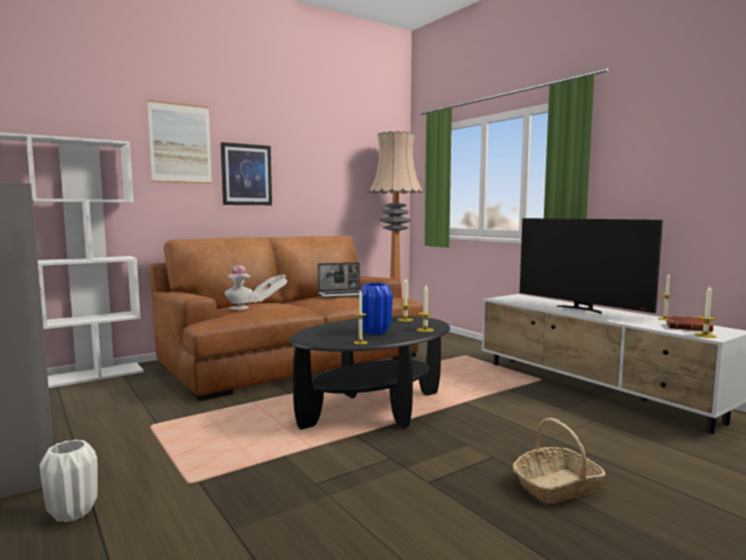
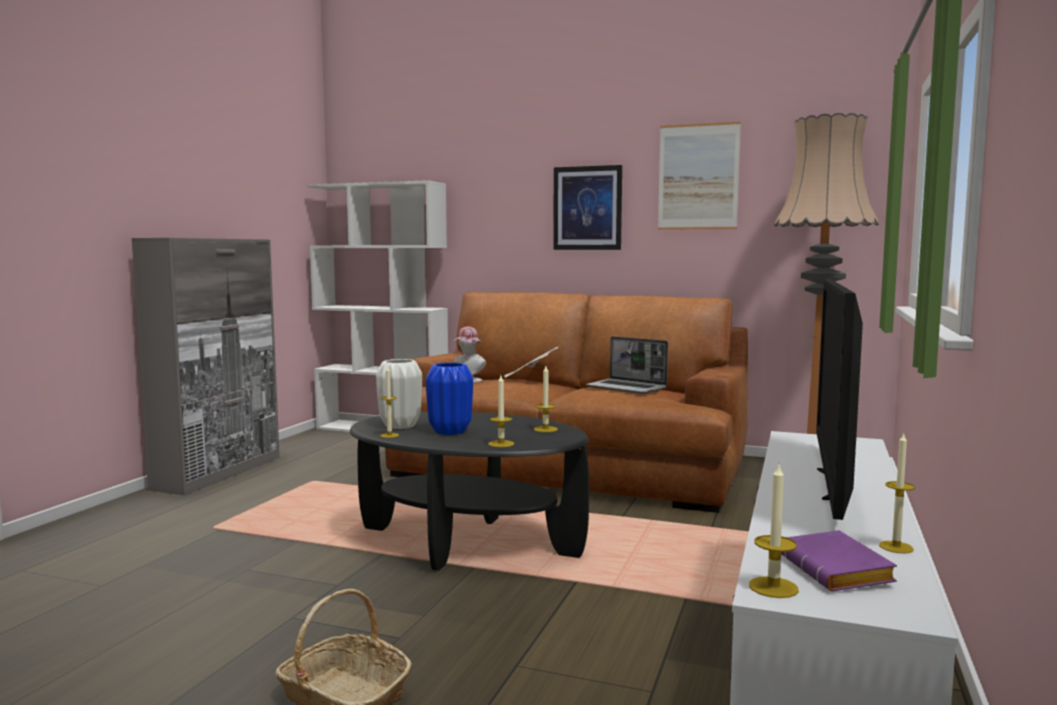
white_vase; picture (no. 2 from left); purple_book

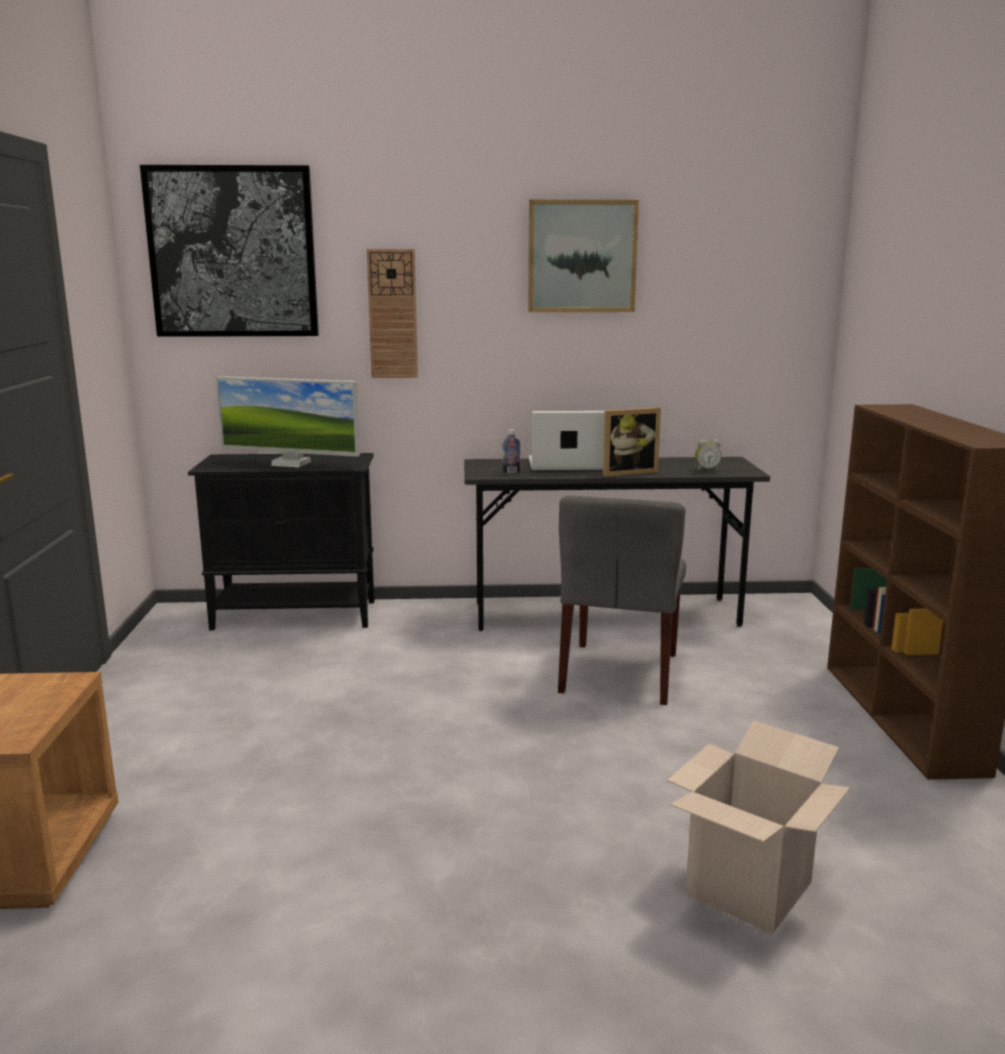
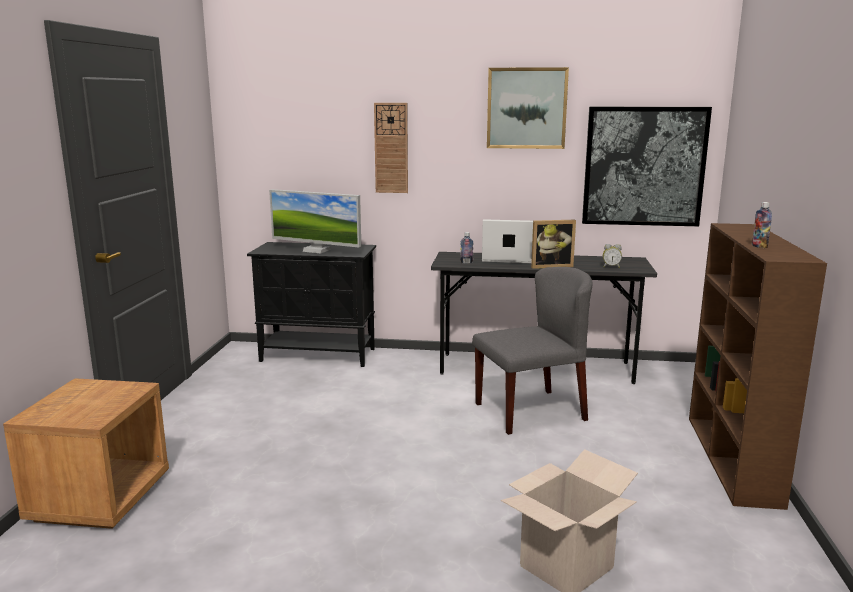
grey_chair; picture (no. 2 from left); bottle (no. 2 from left)

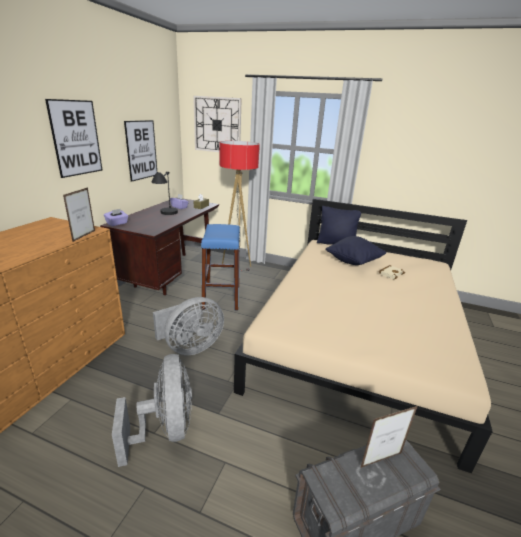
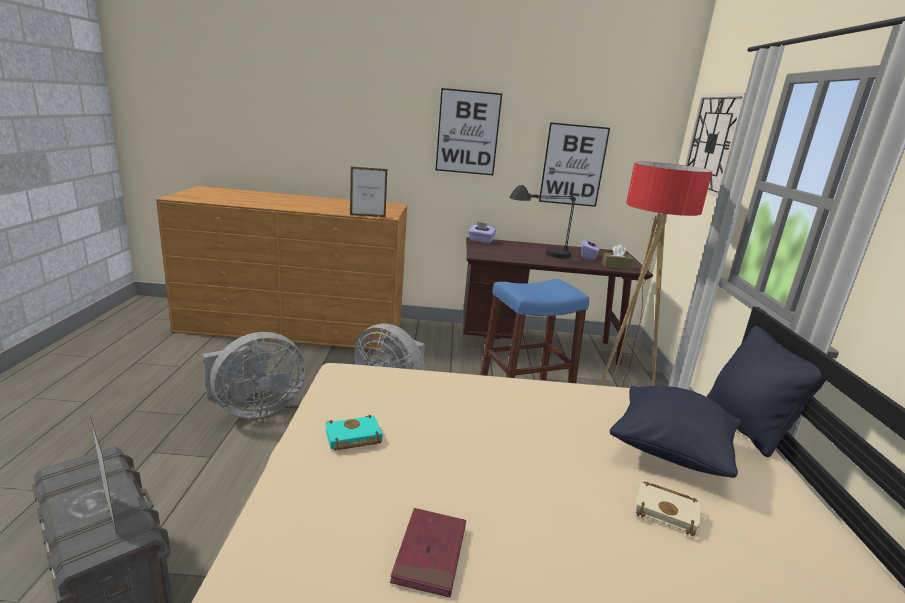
turquoise_book; red_book

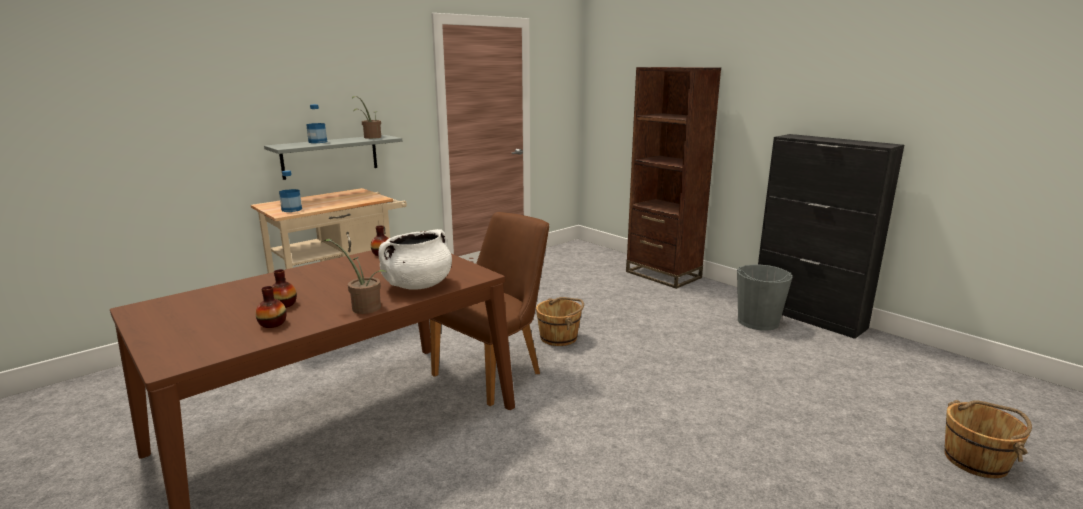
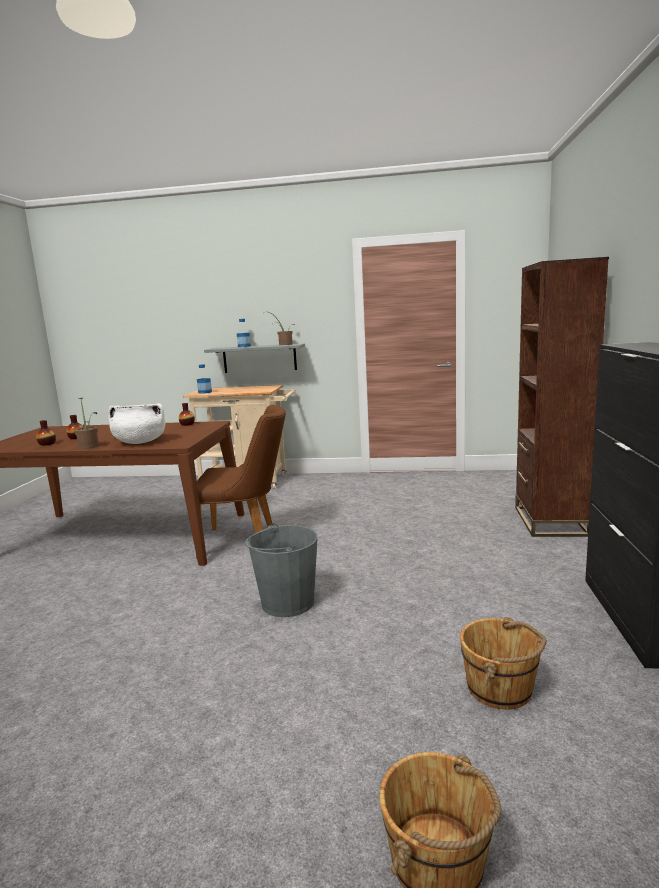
grey_bucket; brown_bucket (no. 2 from left)

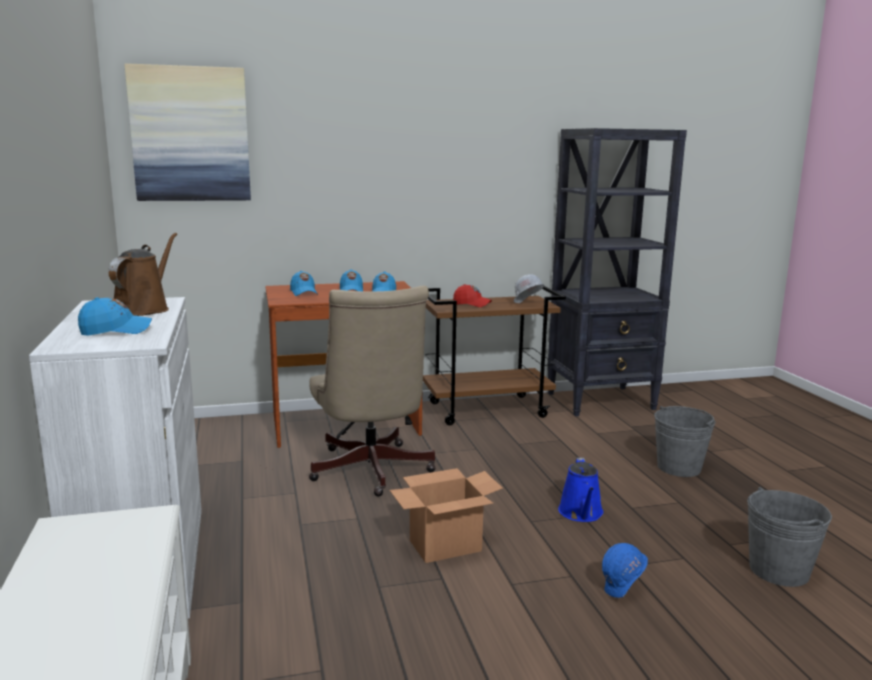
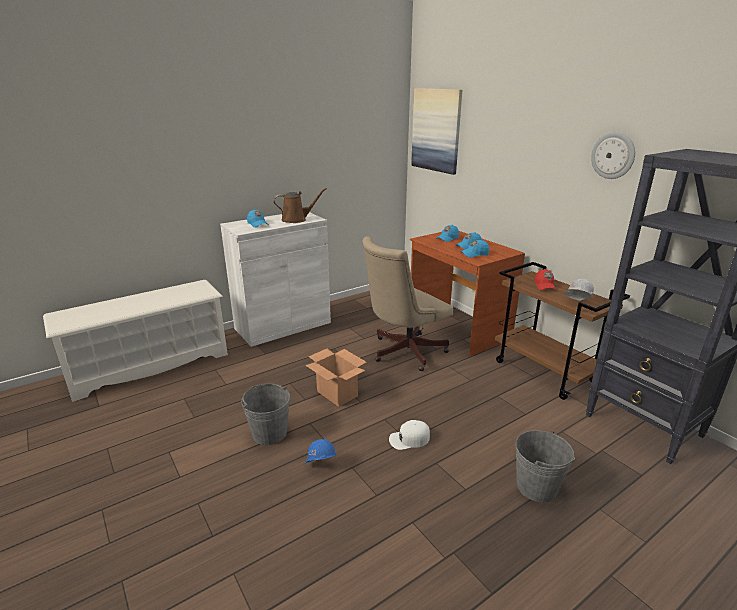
grey_bucket (no. 1 from left); white_cap; wall_clock

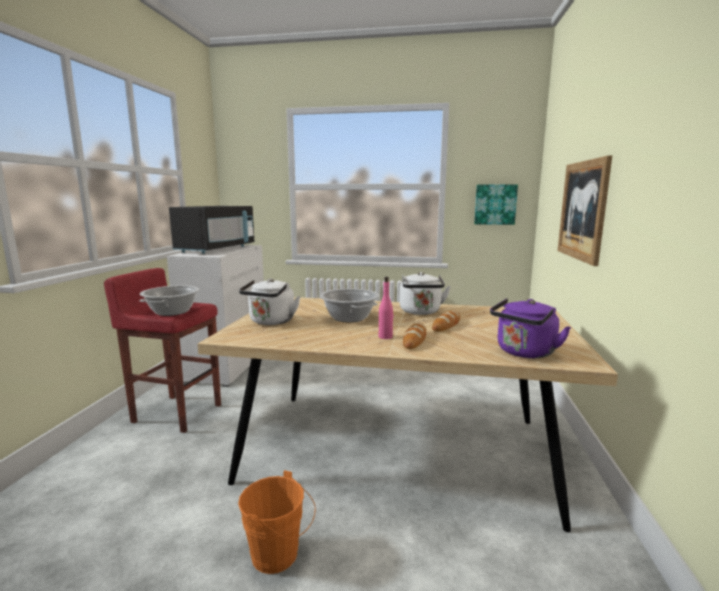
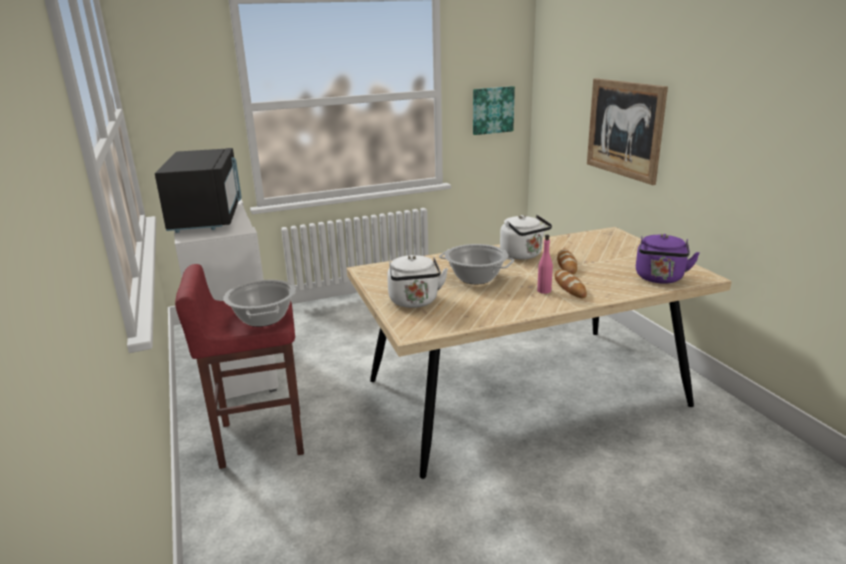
orange_bucket

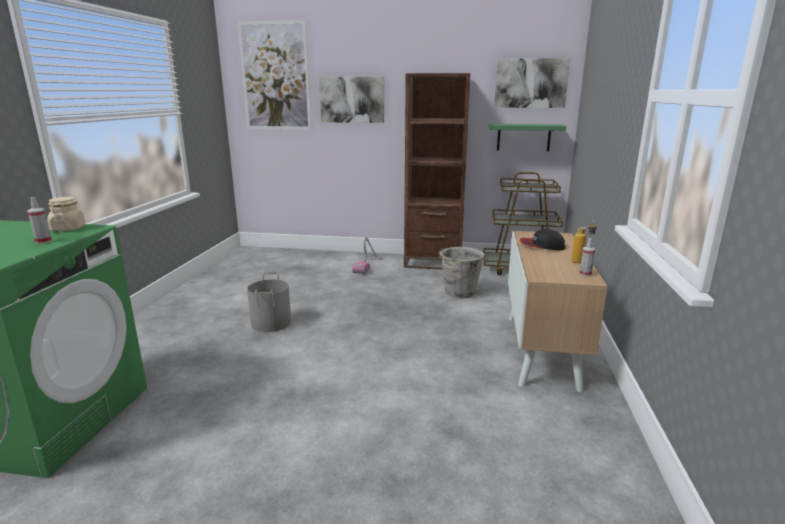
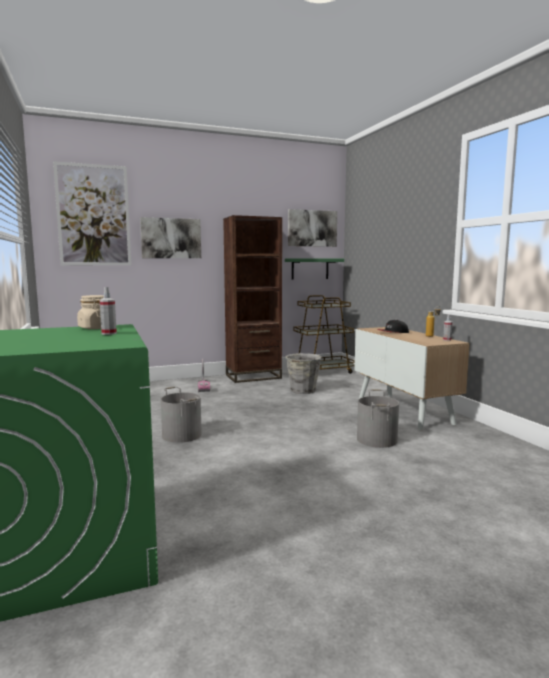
grey_bucket (no. 3 from left)

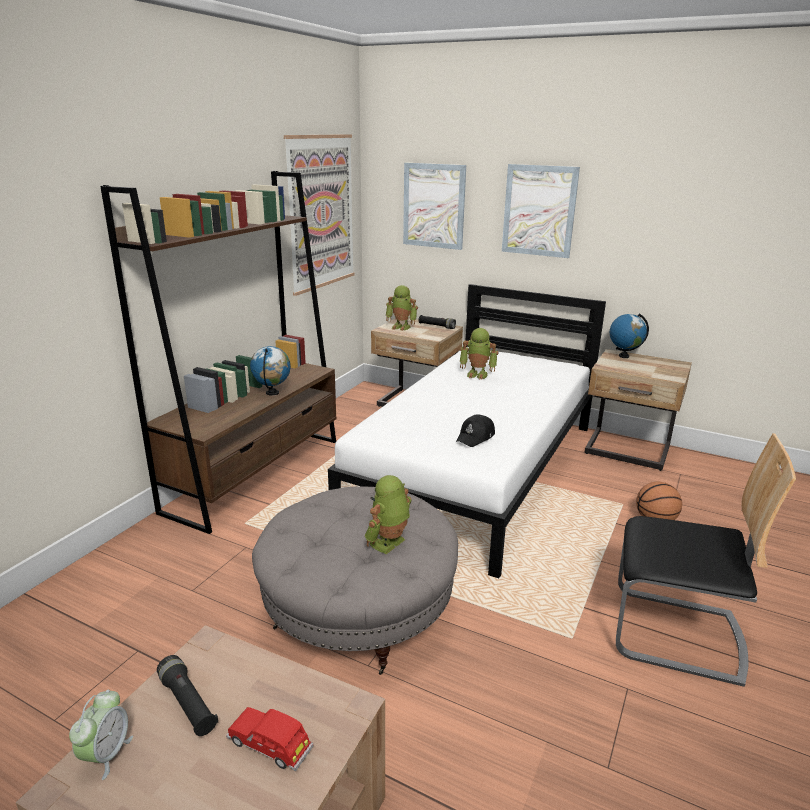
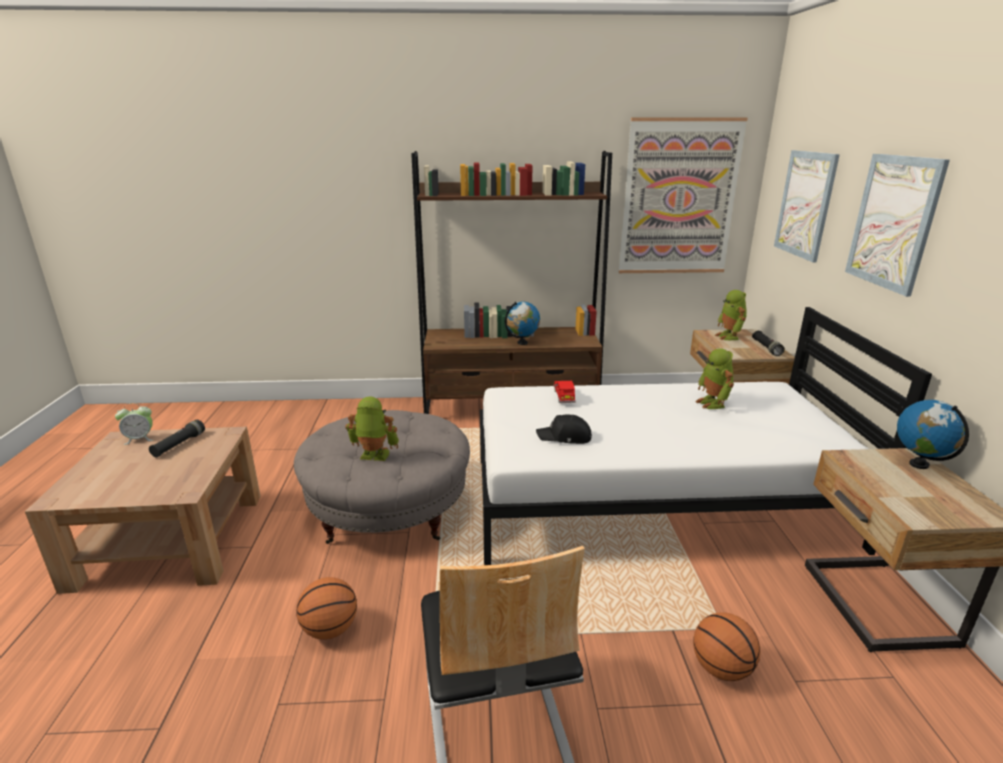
basketball (no. 1 from left); red_toy_car

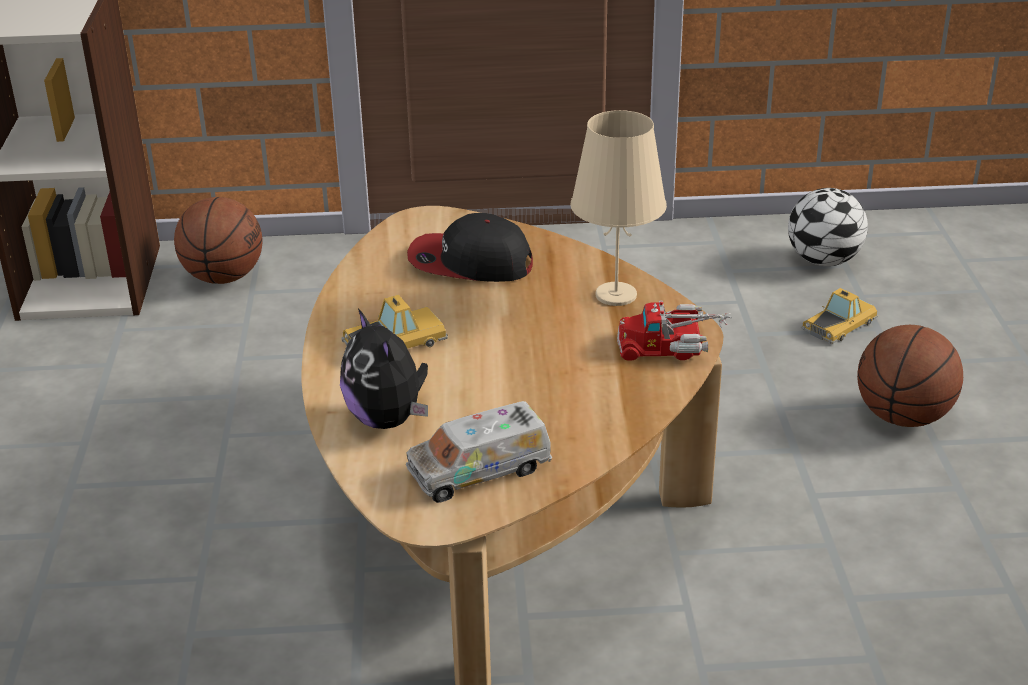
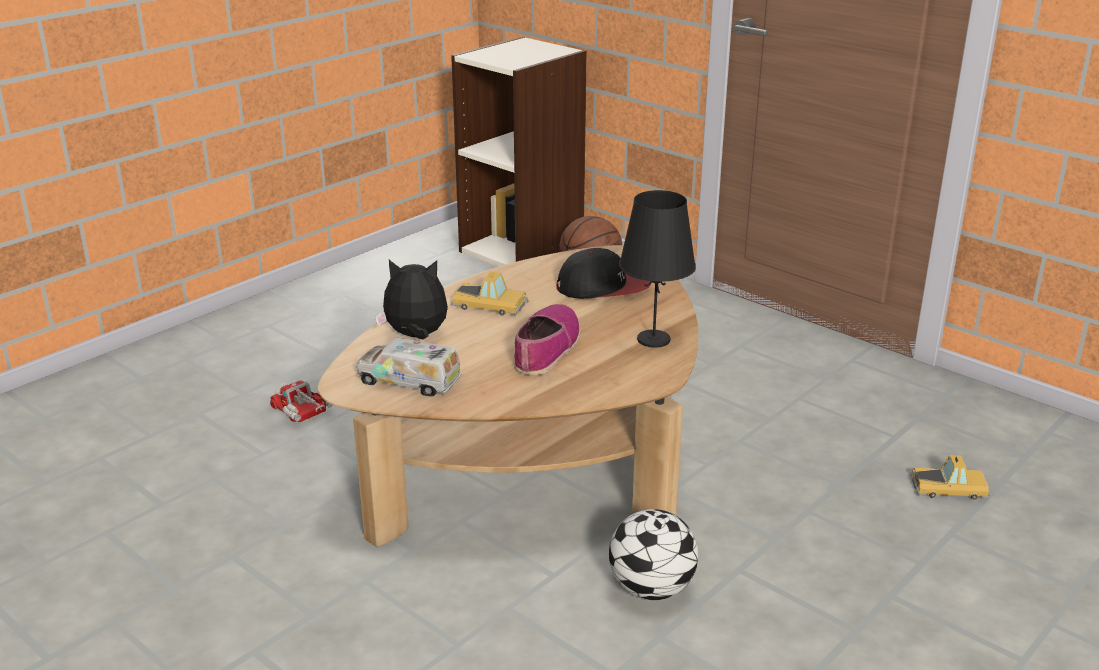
toy_truck (no. 1 from left); plush_toy; shoe; cap; football; black_table_lamp; basketball (no. 2 from left in the first image)

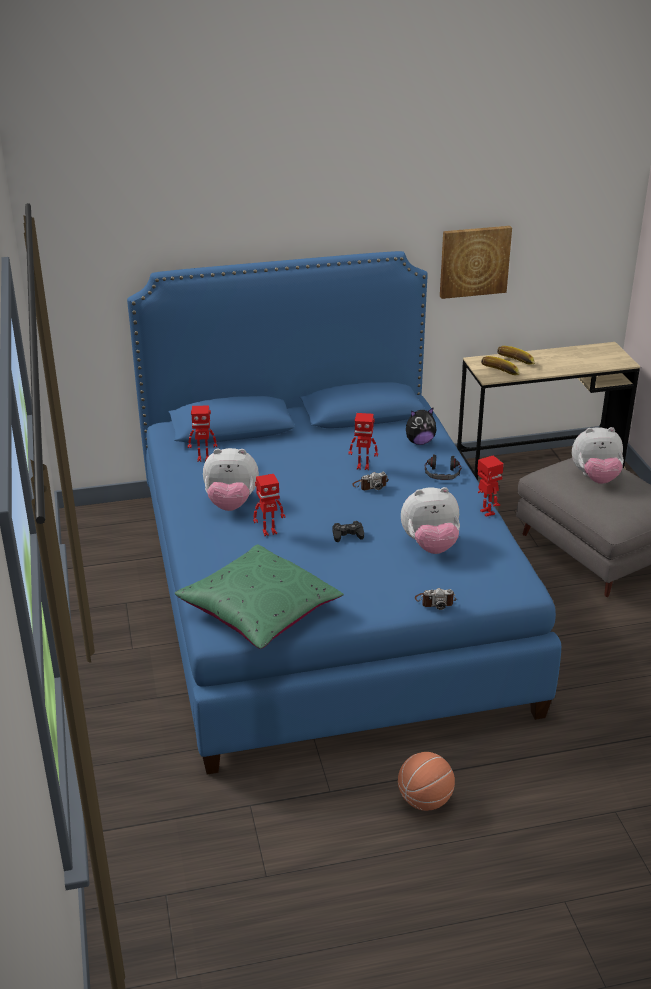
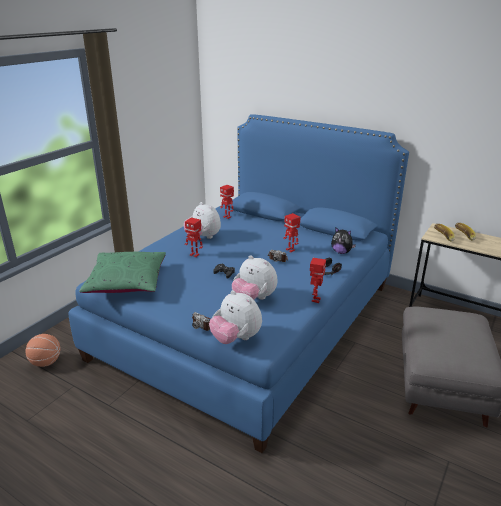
basketball; plush_toy (no. 2 from left); picture

